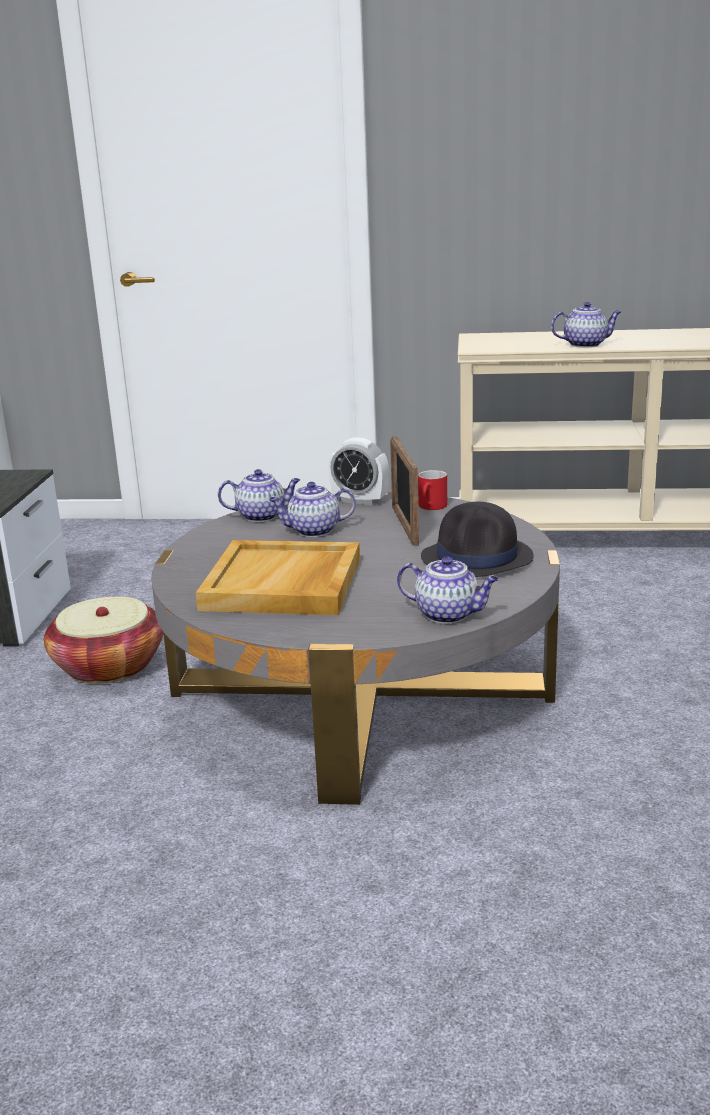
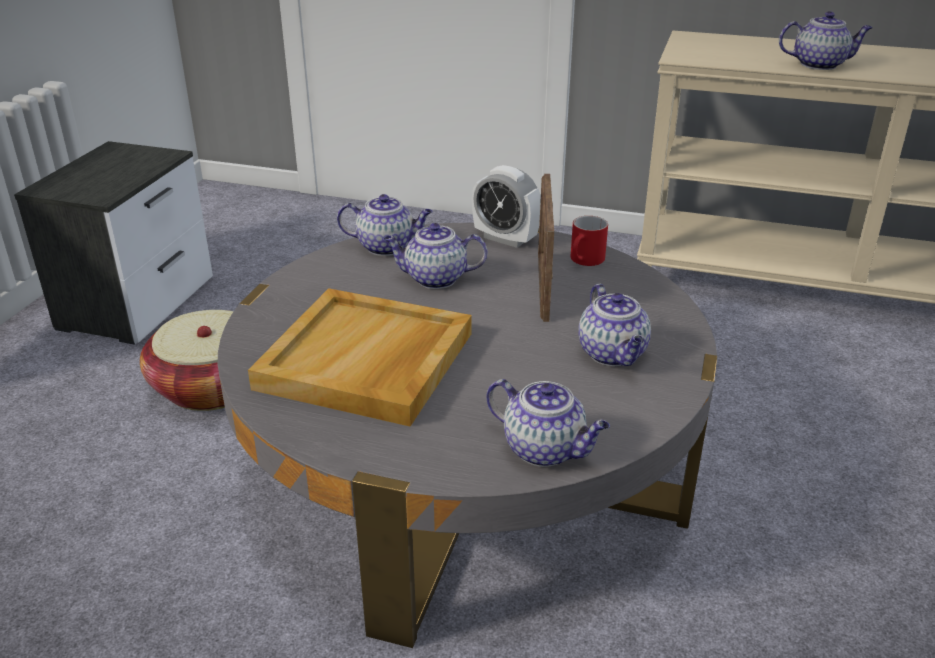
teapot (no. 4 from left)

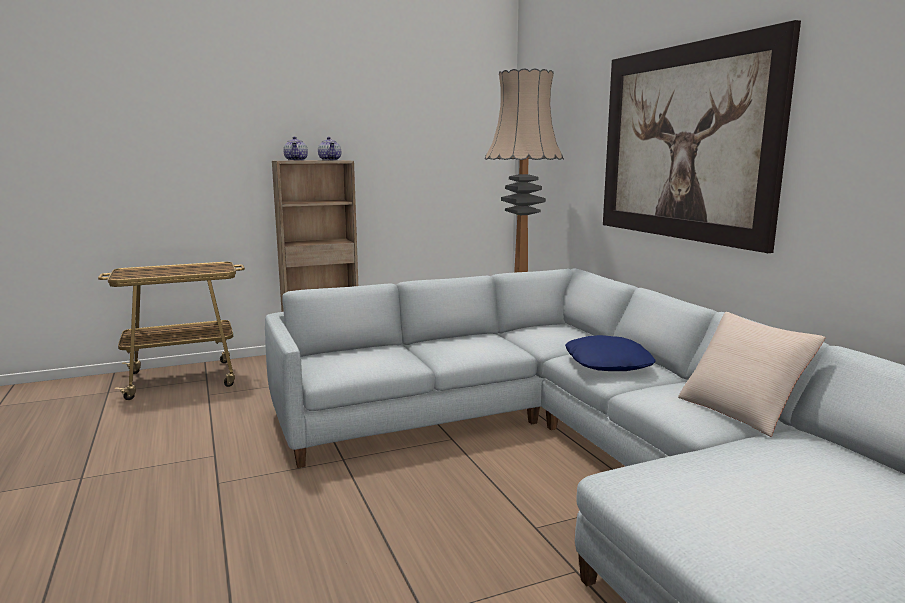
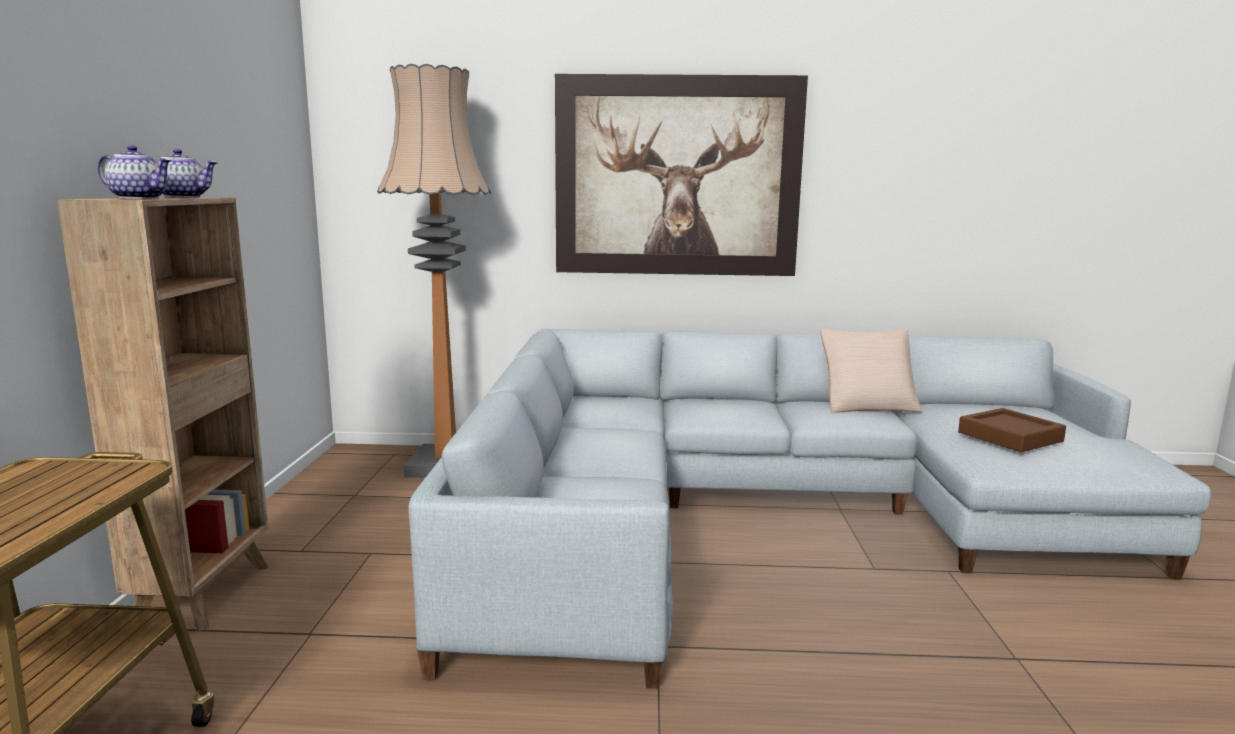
brown_tray; blue_pillow

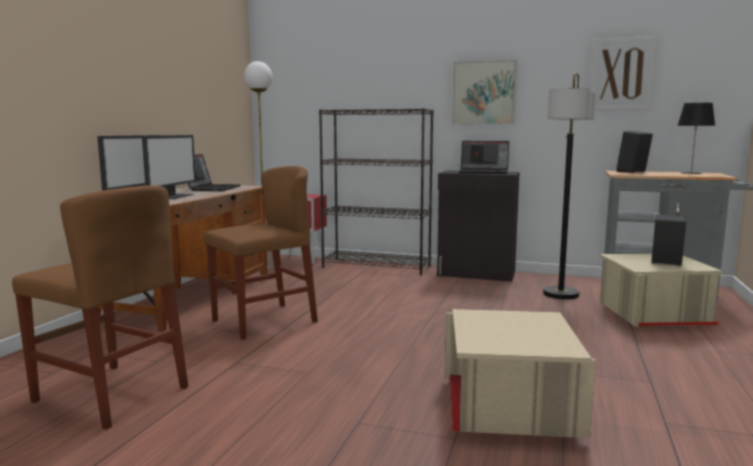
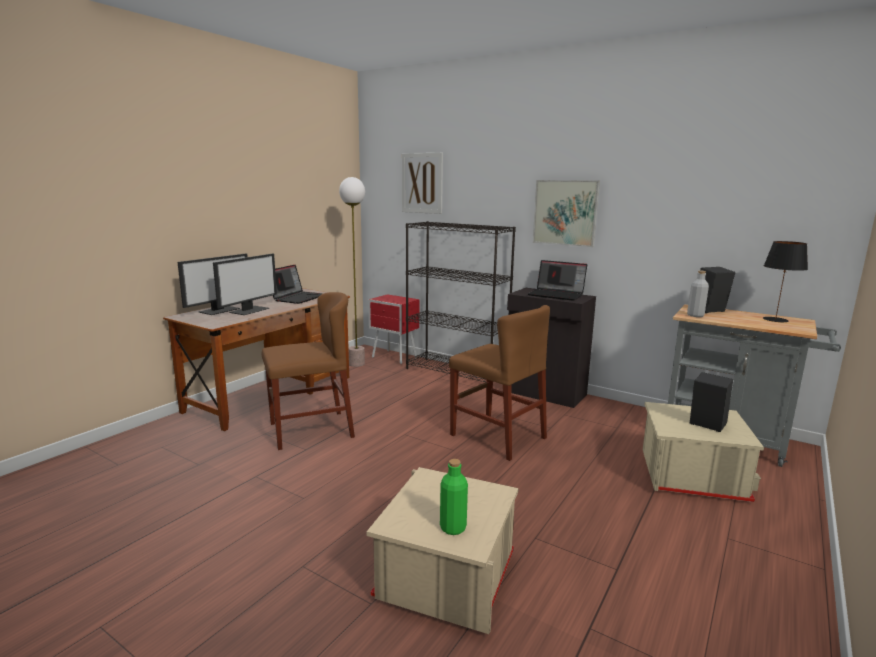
picture (no. 1 from left); green_bottle; brown_chair (no. 2 from left); grey_bottle; floor_lamp (no. 2 from left in the first image)

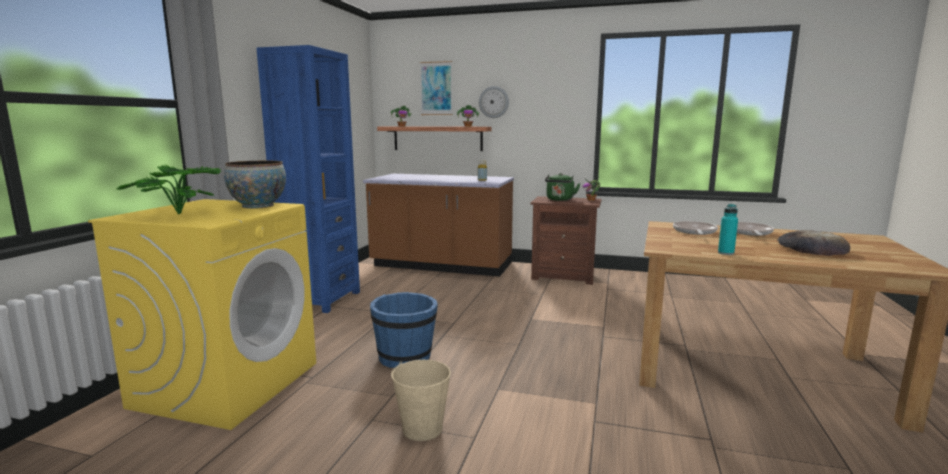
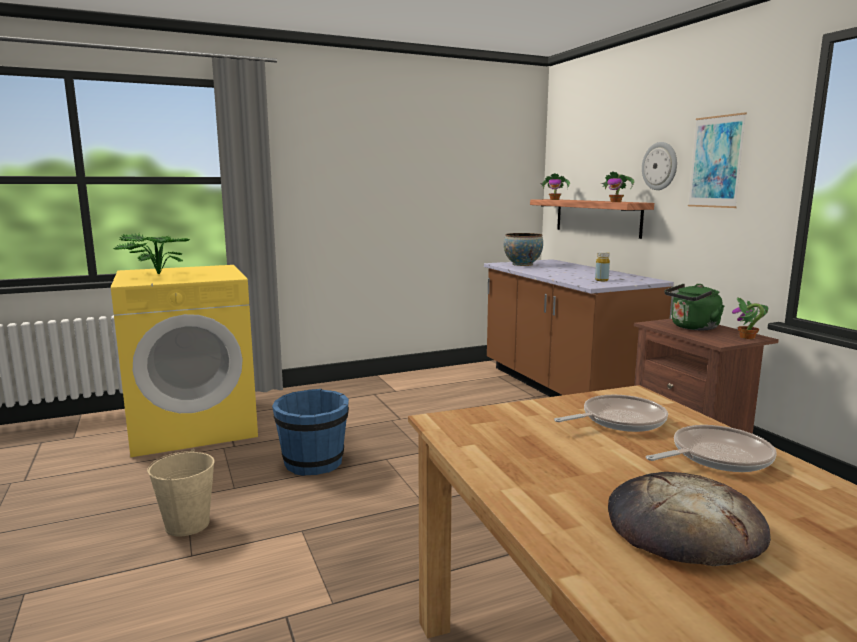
bowl; picture; blue_bookcase; turquoise_bottle

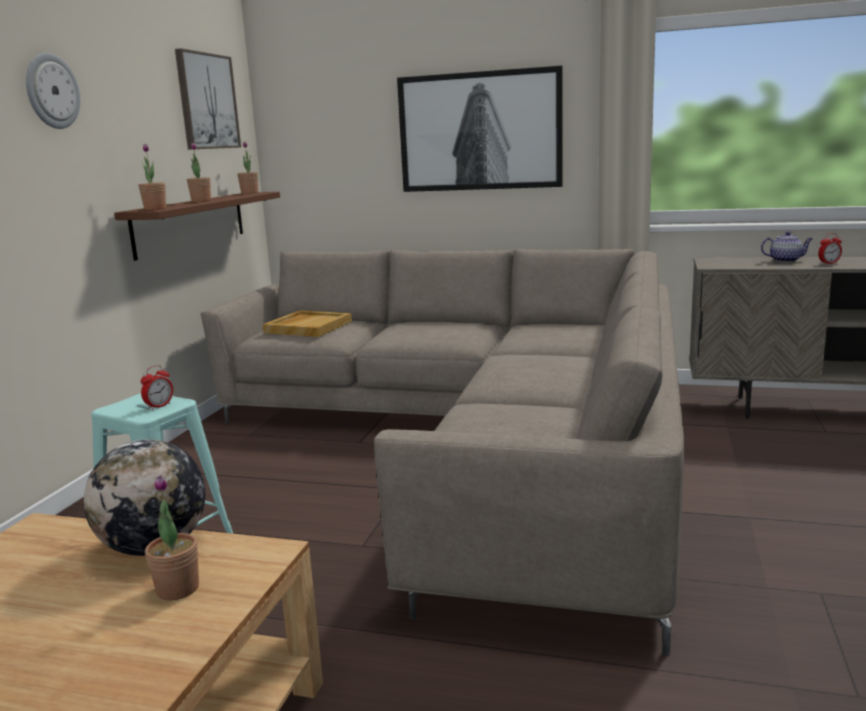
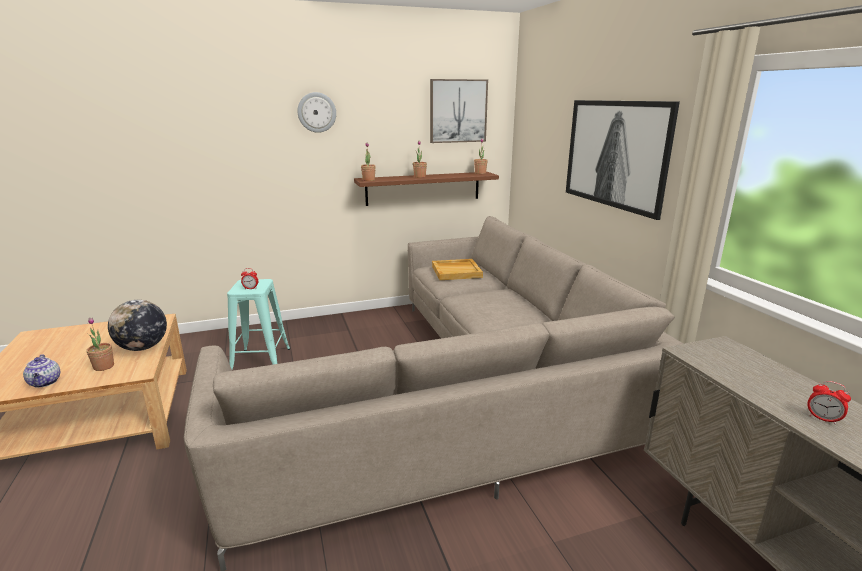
teapot

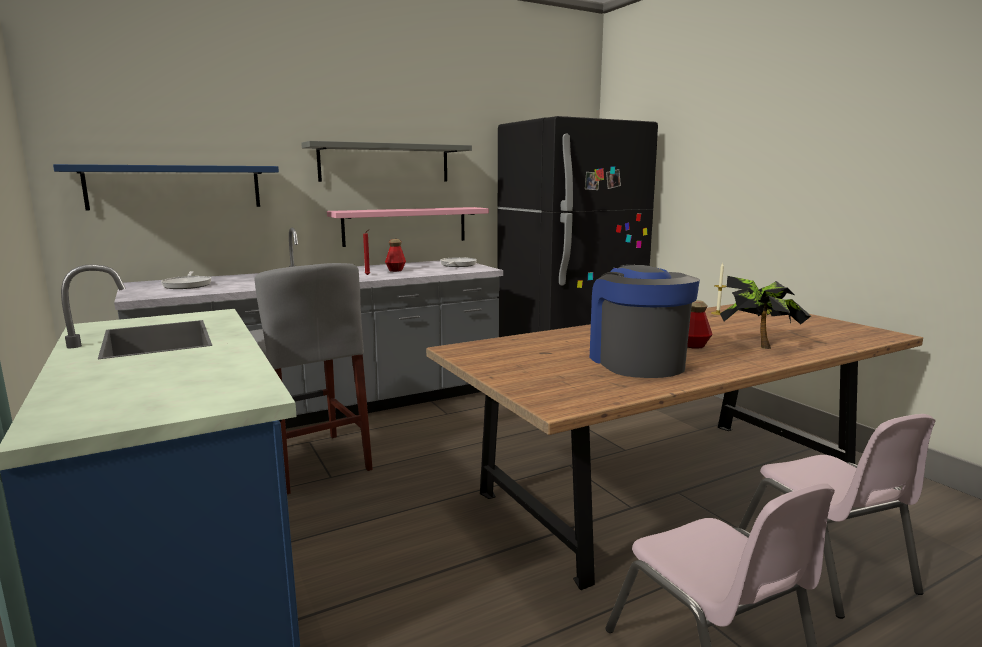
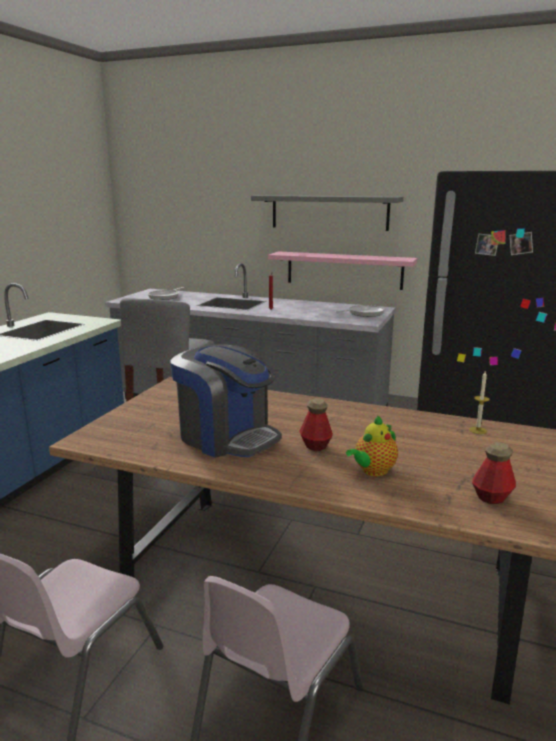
coffee_machine; teapot; bottle (no. 2 from left); blue_shelf

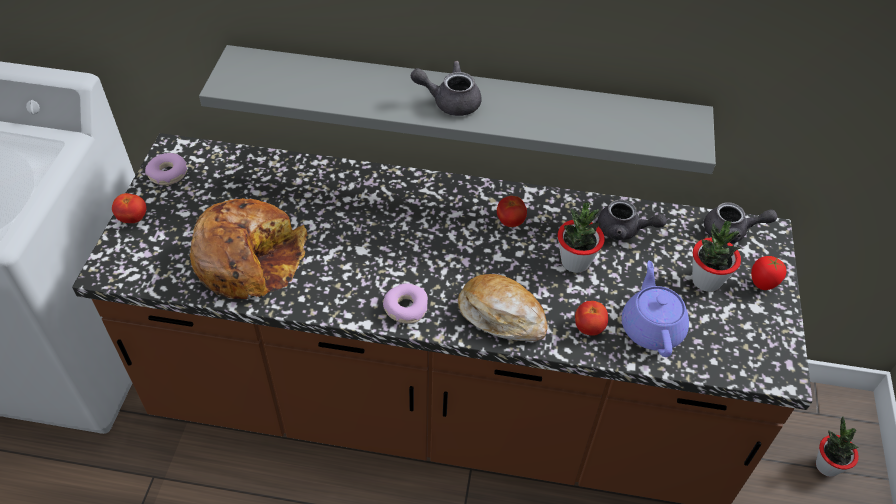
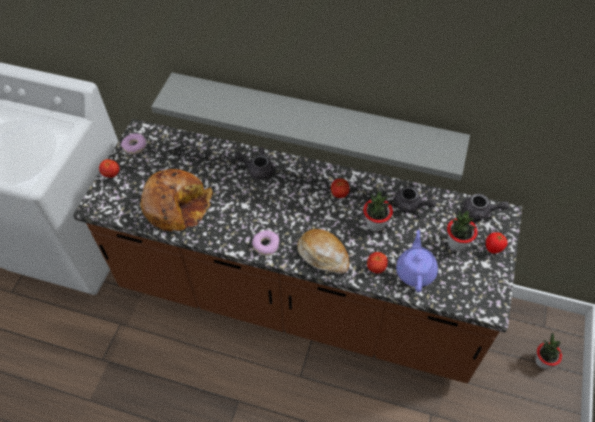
grey_teapot (no. 1 from left)

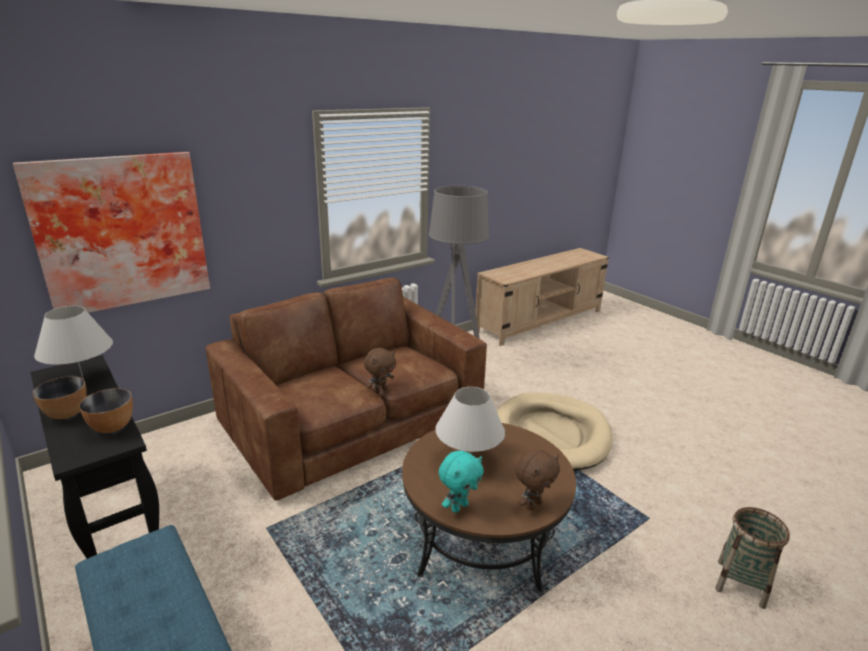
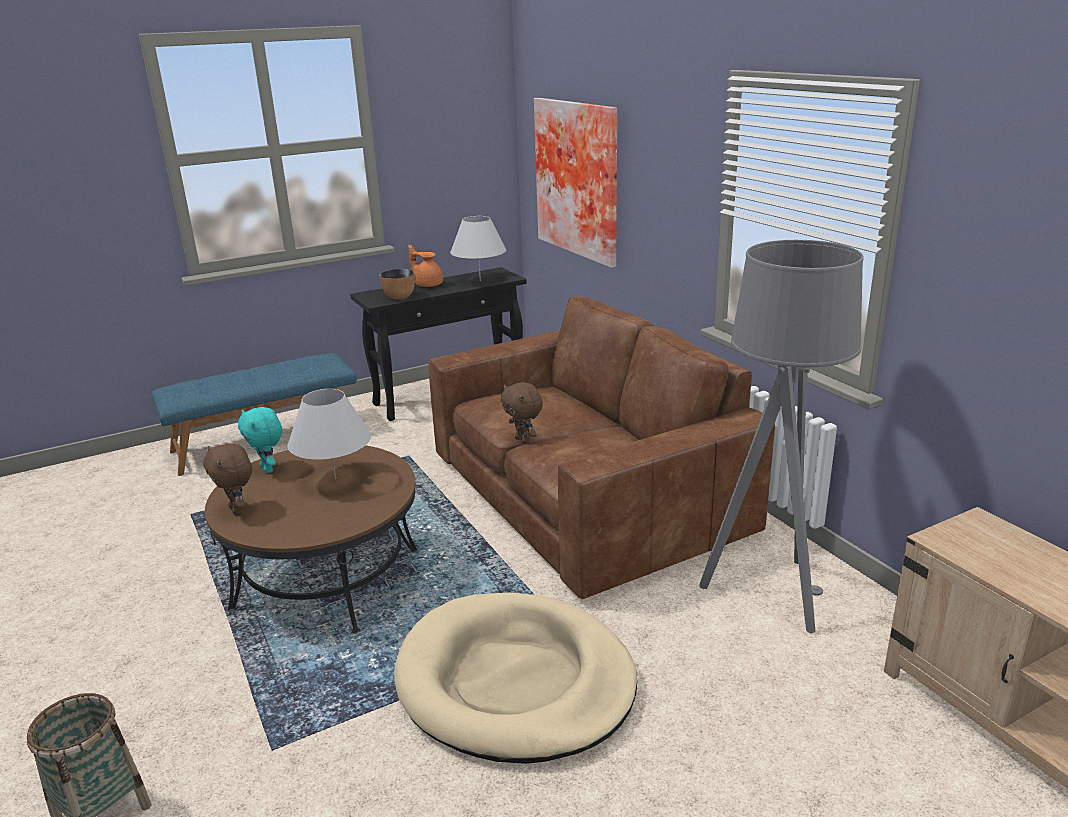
orange_teapot

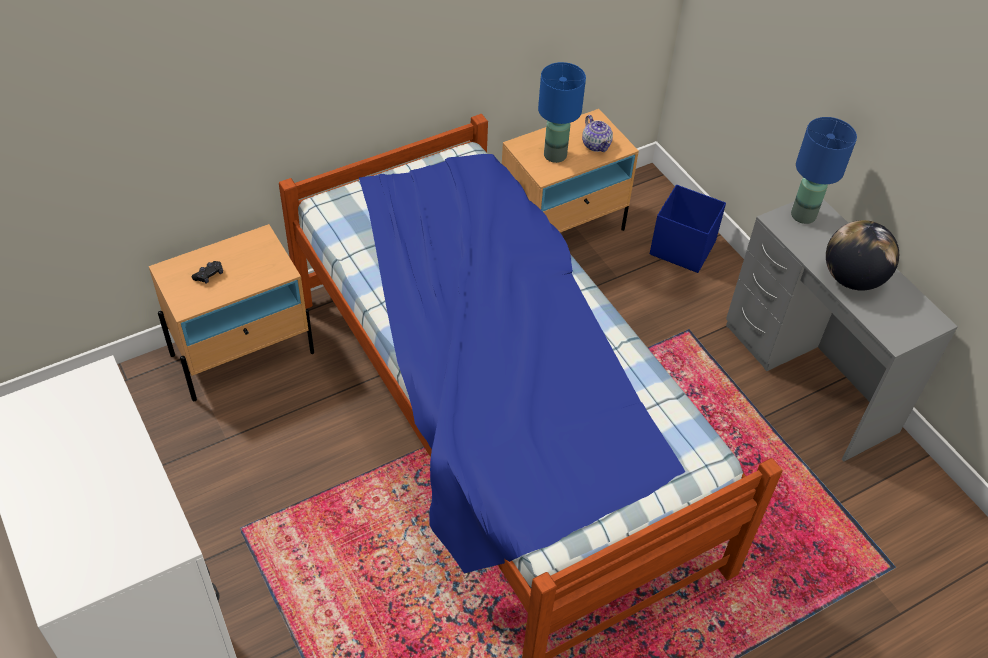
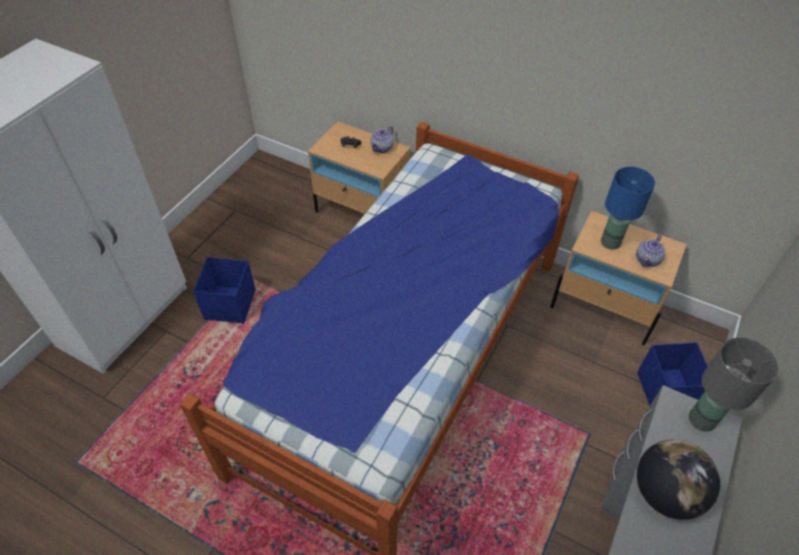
blue_storage_box (no. 1 from left); teapot (no. 1 from left); grey_table_lamp

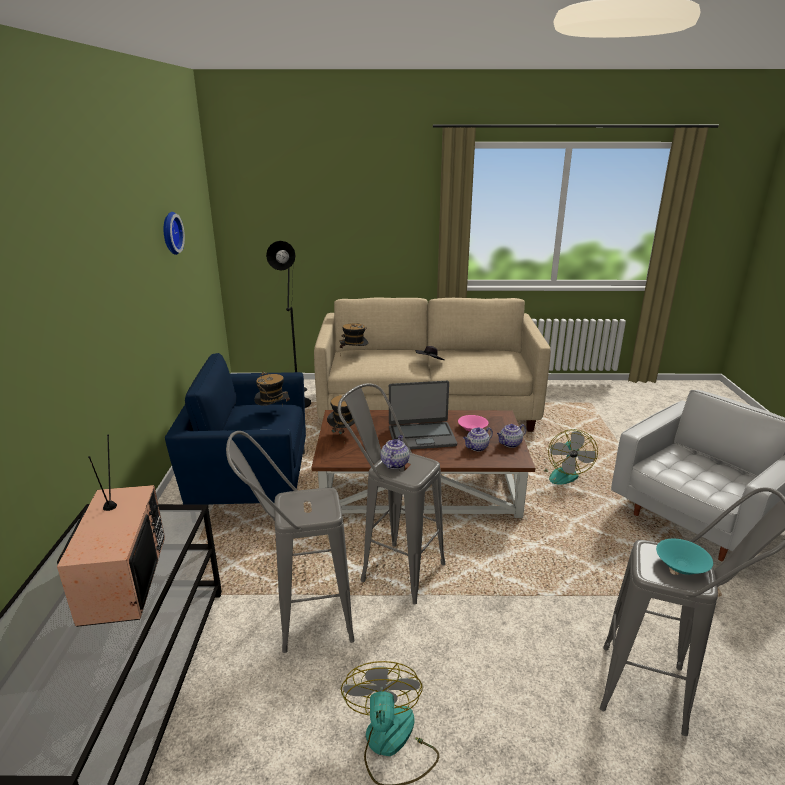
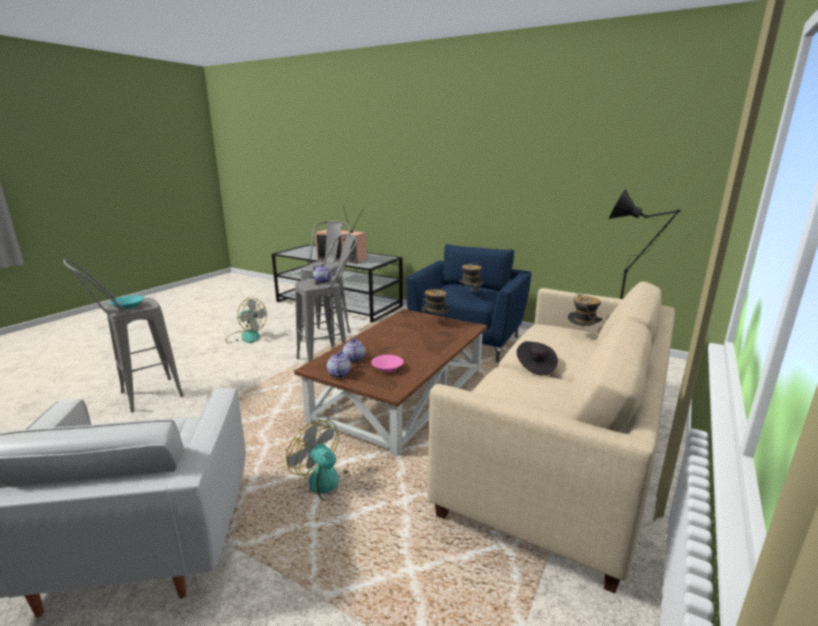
wall_clock; laptop

